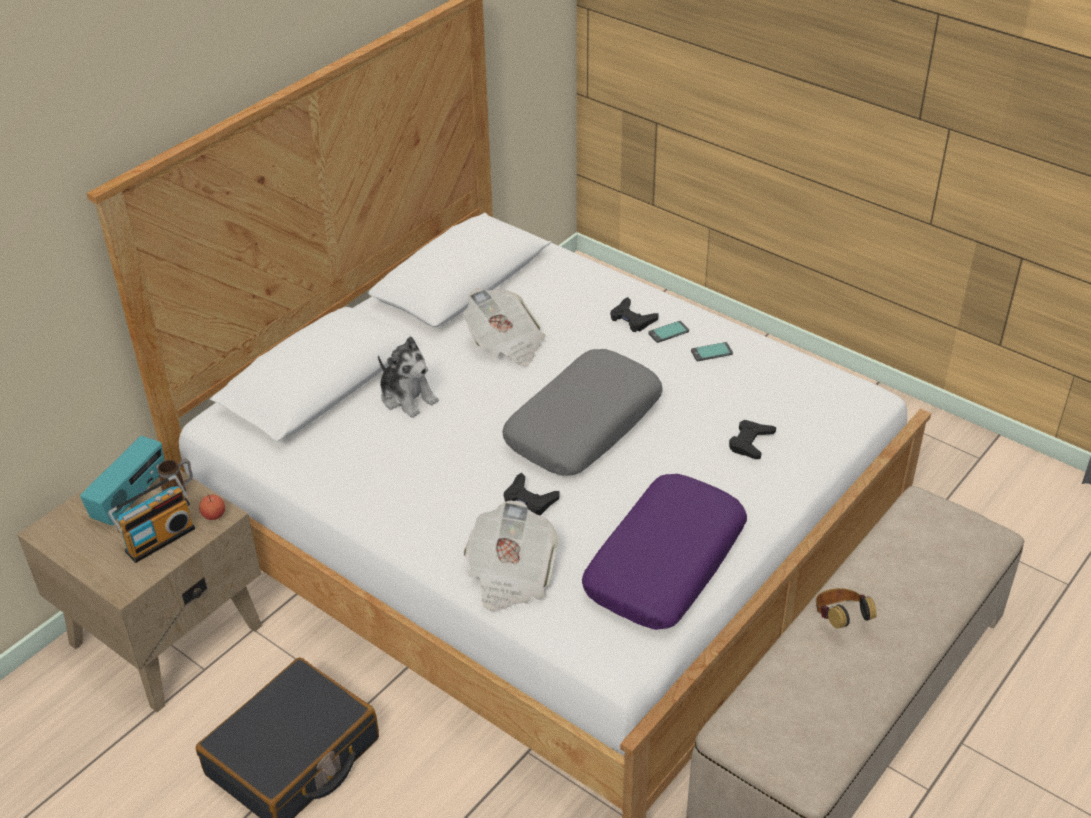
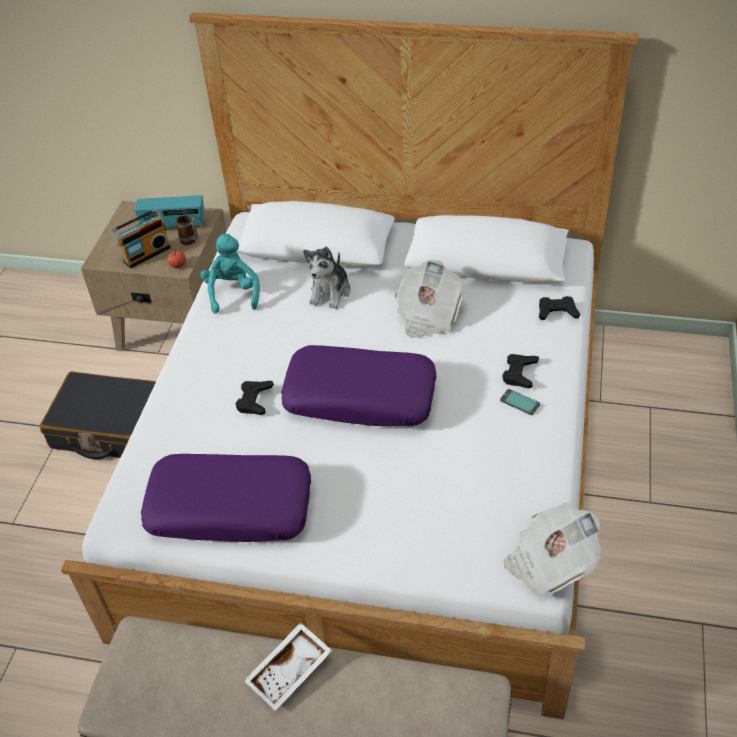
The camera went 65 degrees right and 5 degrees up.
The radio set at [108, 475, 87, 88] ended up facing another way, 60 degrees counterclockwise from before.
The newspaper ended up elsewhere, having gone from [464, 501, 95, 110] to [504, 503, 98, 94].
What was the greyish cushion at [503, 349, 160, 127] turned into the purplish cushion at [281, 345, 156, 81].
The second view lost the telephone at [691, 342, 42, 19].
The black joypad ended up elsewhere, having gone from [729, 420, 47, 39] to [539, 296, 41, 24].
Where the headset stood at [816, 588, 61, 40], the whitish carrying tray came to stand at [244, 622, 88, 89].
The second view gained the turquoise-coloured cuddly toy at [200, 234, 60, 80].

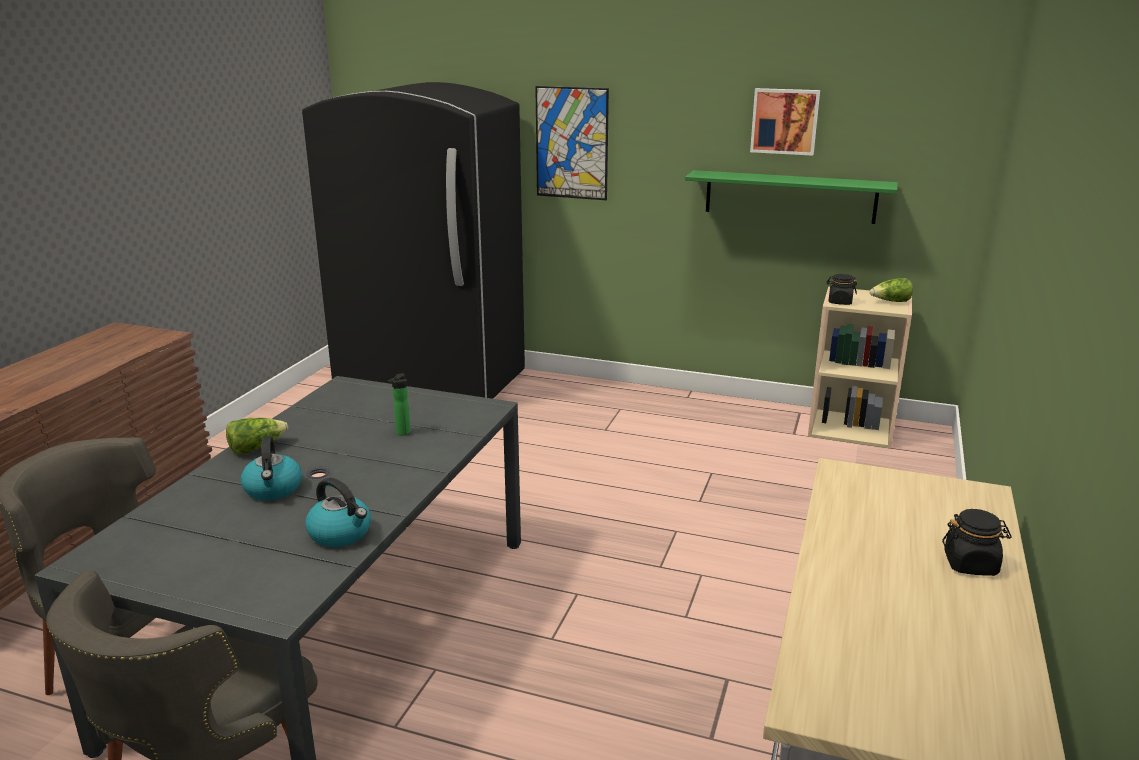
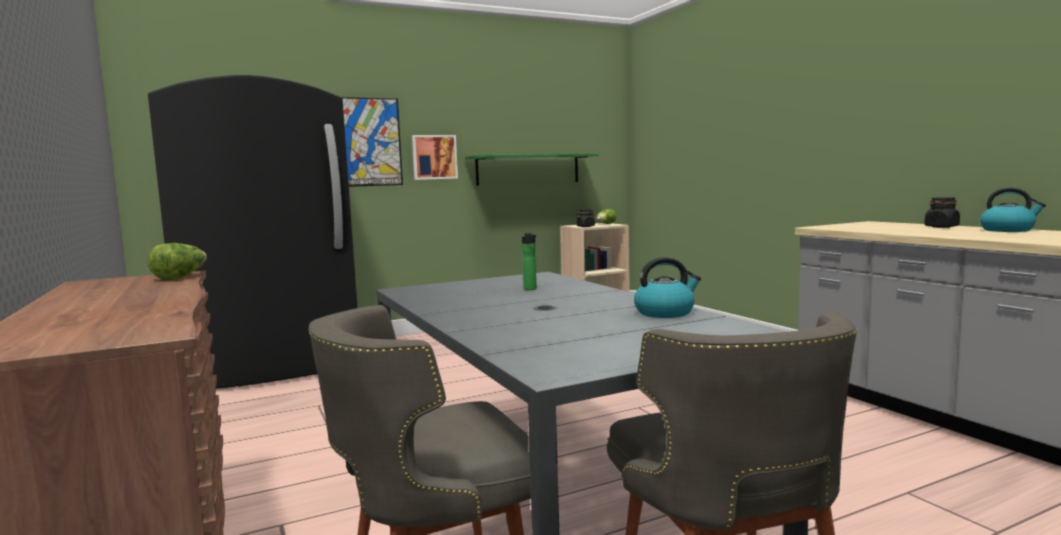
The camera went 45 degrees left and 15 degrees down.
The lettuce ended up elsewhere, having gone from [226, 418, 62, 36] to [147, 243, 60, 37].
The kettle ended up elsewhere, having gone from [241, 436, 61, 64] to [980, 187, 66, 45].
The wall art ended up elsewhere, having gone from [750, 88, 70, 68] to [412, 135, 46, 45].

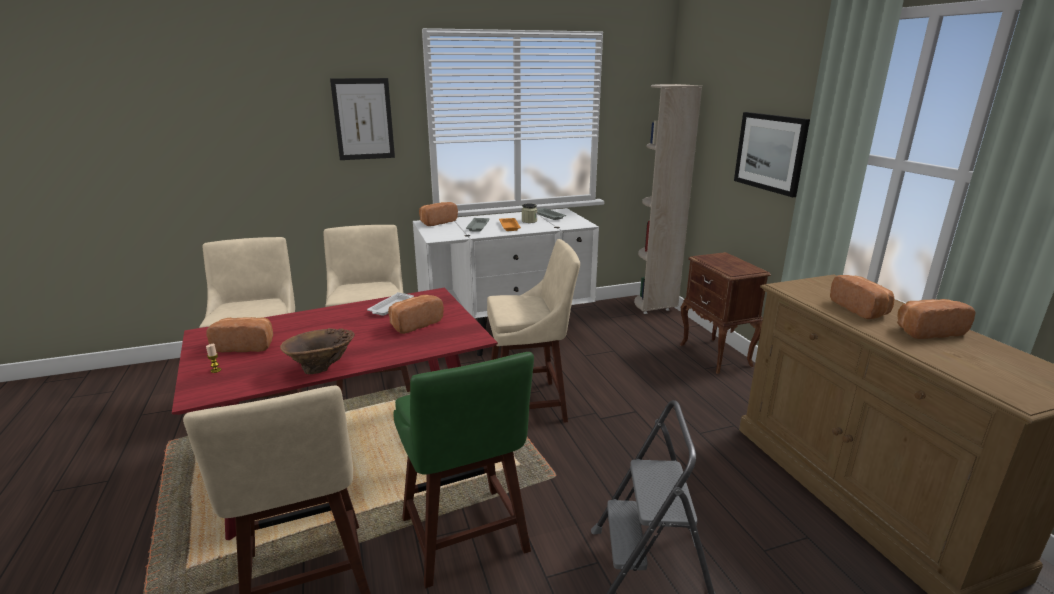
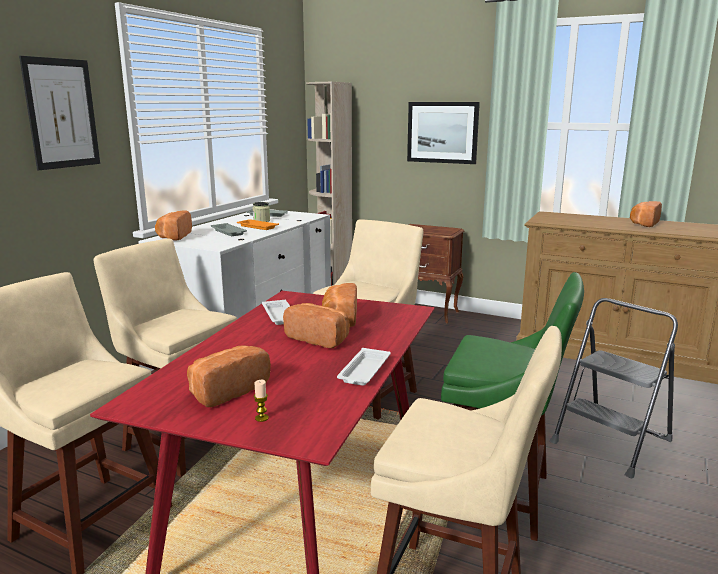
The camera went 45 degrees left and 5 degrees down.
Where the brown-coloured vase stood at [280, 328, 75, 46], the whitish carrying tray came to stand at [337, 348, 53, 38].
The bakery bread ended up elsewhere, having gone from [830, 275, 64, 44] to [283, 303, 67, 45].

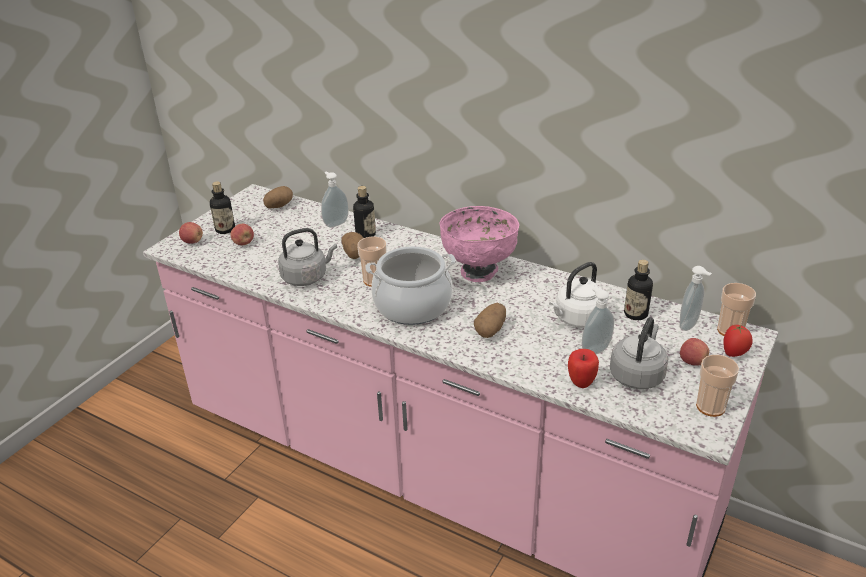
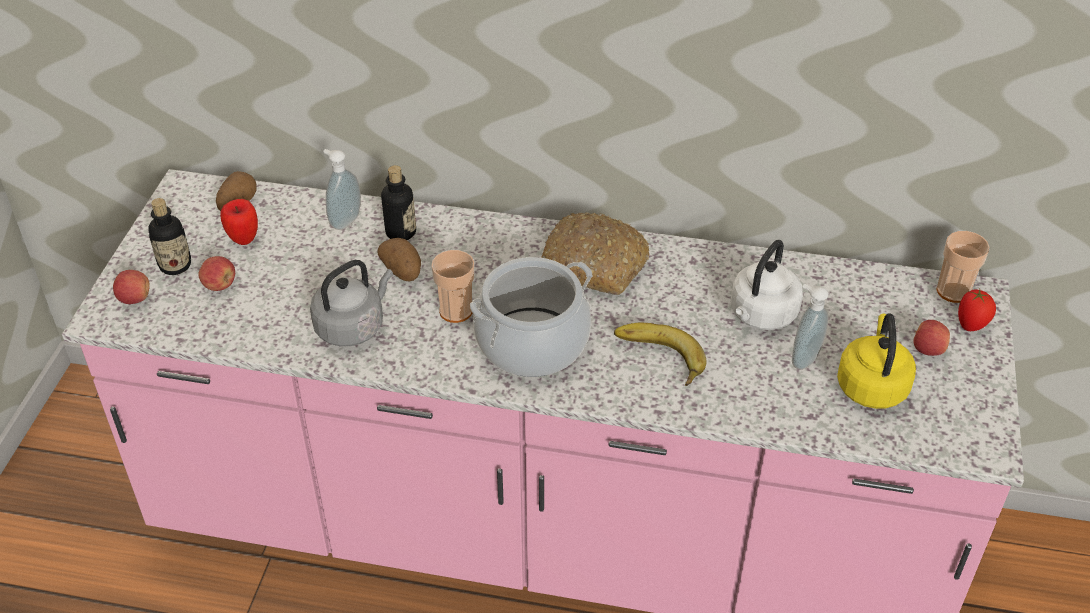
The camera went 20 degrees left and 10 degrees up.
Where the pink-coloured bowl stood at [439, 206, 80, 76], the bakery bread came to stand at [541, 212, 109, 83].
Where the potato stood at [474, 303, 32, 35], the banana fruit came to stand at [614, 323, 93, 63].
The apple fruit ended up elsewhere, having gone from [568, 349, 31, 39] to [220, 199, 38, 46].
What was the greyish kettle at [610, 317, 58, 72] turned into the yellowish kettle at [837, 313, 79, 96].
The second view lost the drink bottle at [624, 260, 29, 60].
The second view lost the soap dispenser at [680, 266, 32, 65].
The second view lost the cup at [696, 355, 43, 62].

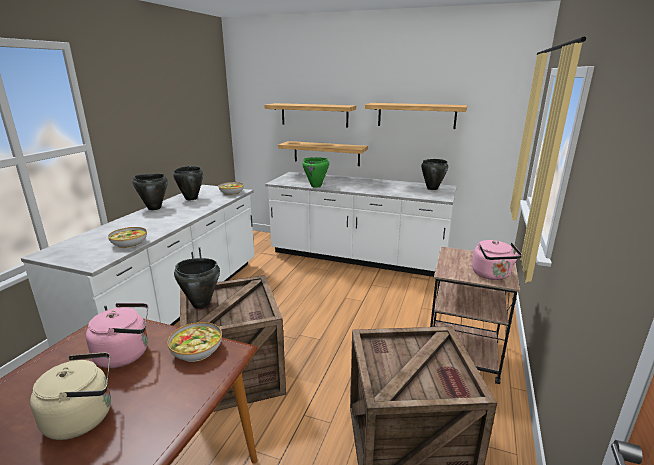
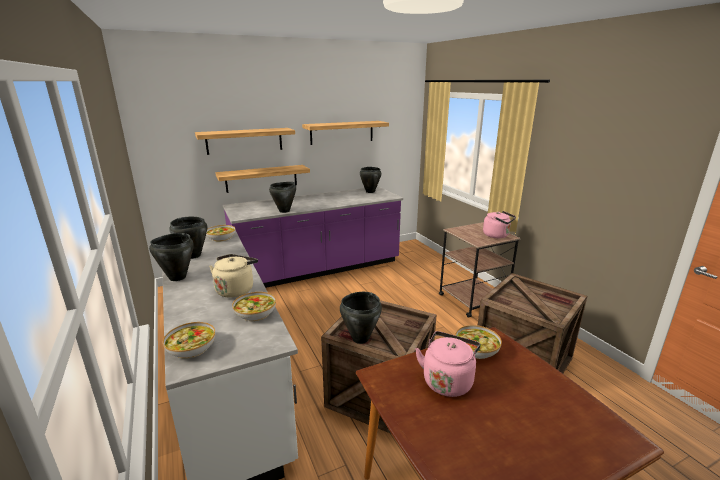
The camera went 45 degrees left and 0 degrees up.
The beige kettle ended up elsewhere, having gone from [30, 352, 81, 88] to [209, 254, 49, 44].
What was the whitish kitchen counter at [265, 172, 192, 105] turned into the purplish kitchen counter at [223, 186, 180, 102].
What was the green-coloured cooking pot at [302, 157, 27, 31] turned into the black cooking pot at [269, 182, 27, 31].
The second view gained the bowl at [163, 322, 52, 37].

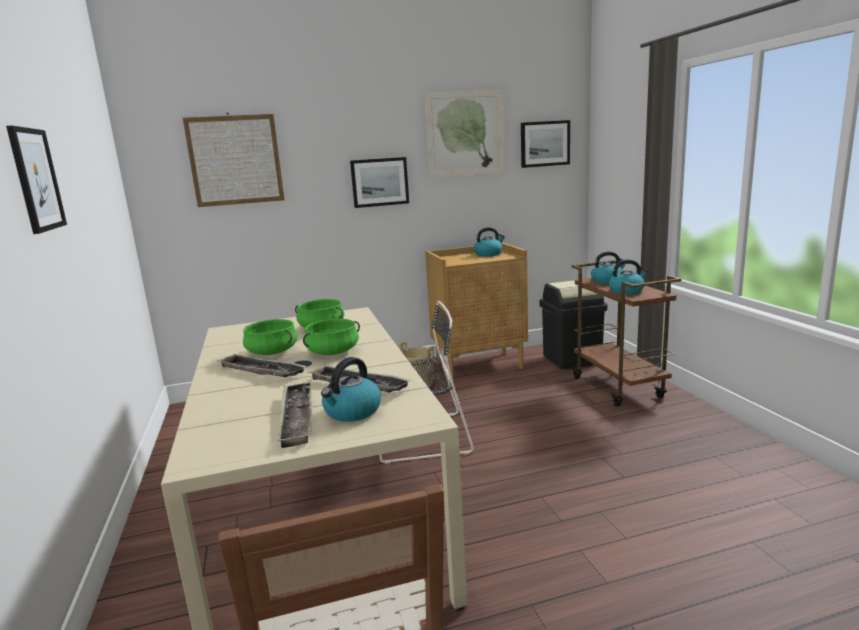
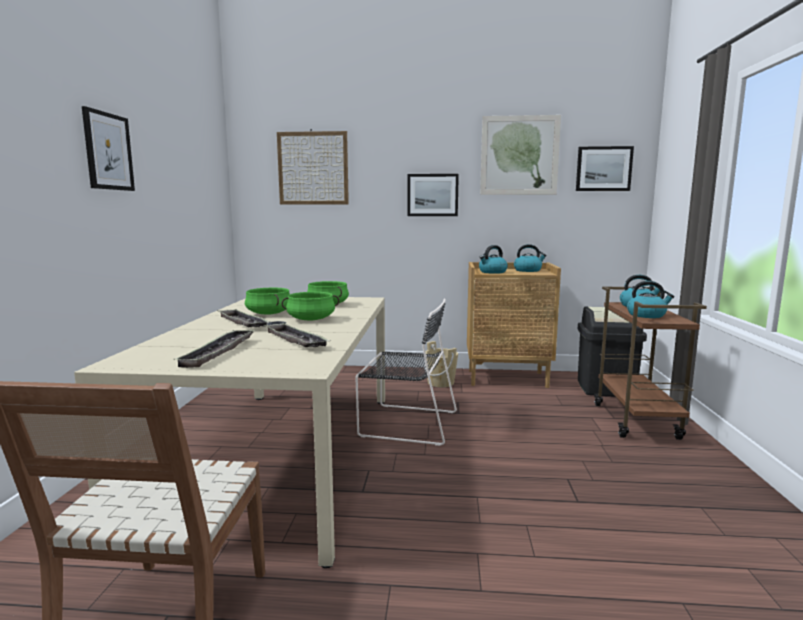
The camera went 20 degrees right and 5 degrees down.
The kettle ended up elsewhere, having gone from [321, 357, 60, 65] to [479, 245, 29, 29].

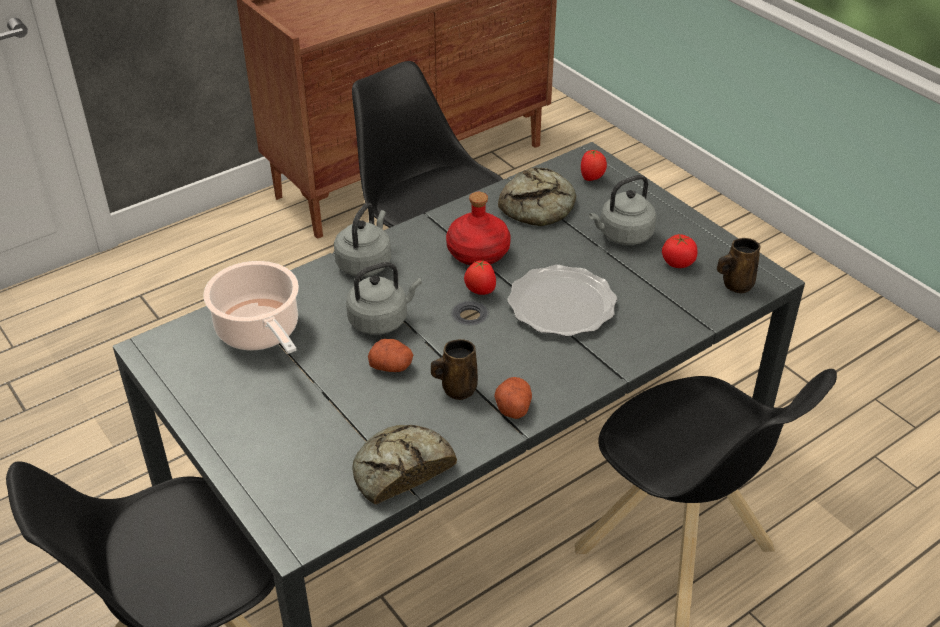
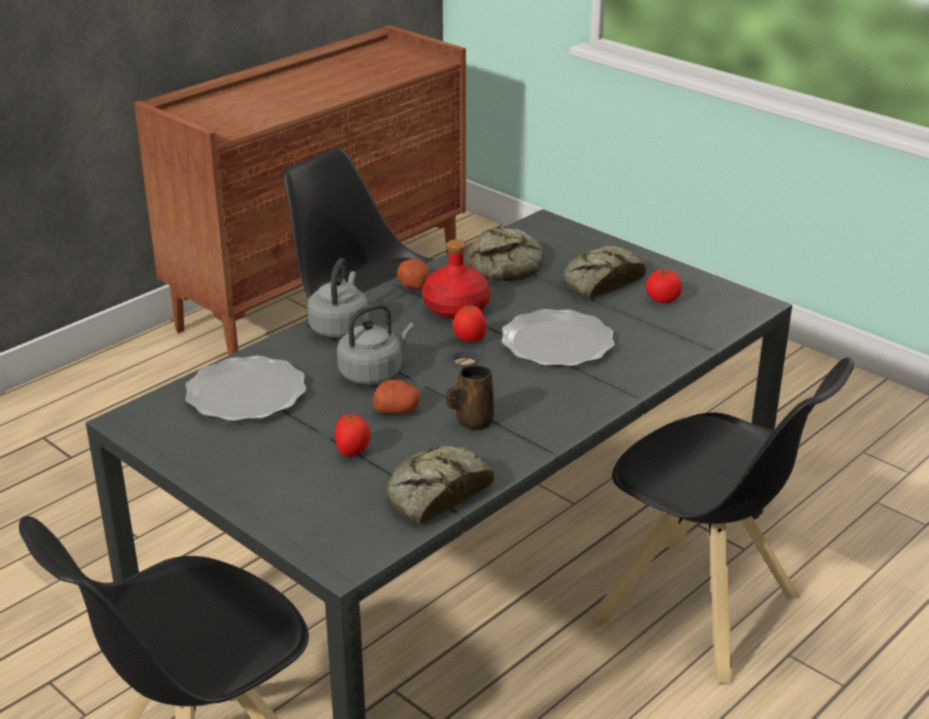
The camera went 10 degrees left and 10 degrees down.
Where the cooking pot stood at [203, 261, 96, 93], the plate came to stand at [185, 356, 121, 65].
The potato ended up elsewhere, having gone from [494, 377, 38, 42] to [397, 258, 33, 32].
The fresh tomato ended up elsewhere, having gone from [581, 150, 26, 31] to [335, 413, 36, 44].
Where the greyish kettle stood at [589, 175, 67, 70], the bakery bread came to stand at [563, 245, 83, 54].
The second view lost the brown-coloured coffee mug at [717, 238, 43, 55].

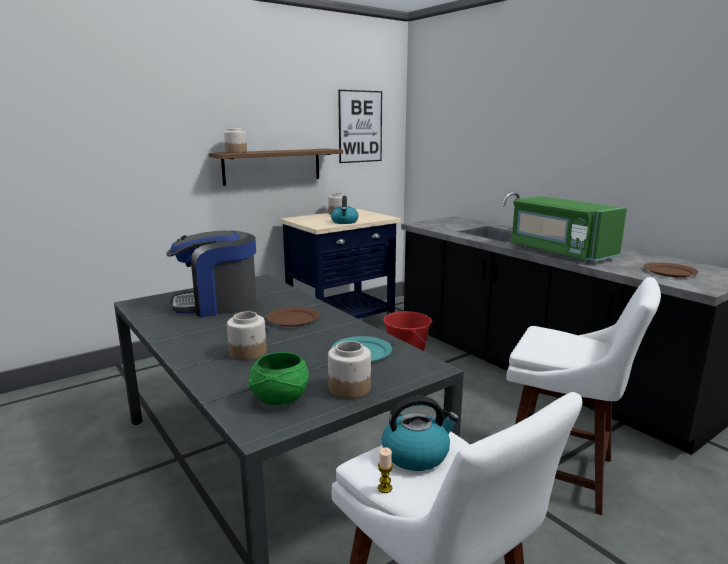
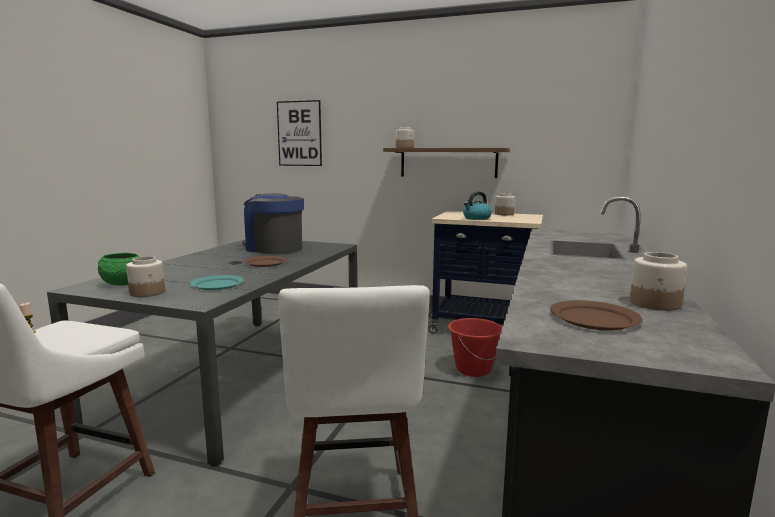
The camera went 55 degrees right and 5 degrees down.
The preserve jar ended up elsewhere, having gone from [227, 311, 40, 49] to [630, 252, 57, 59].
The wall art ended up elsewhere, having gone from [338, 90, 44, 73] to [277, 100, 45, 66].
The second view lost the kettle at [382, 396, 77, 75].
The second view lost the green-coloured microwave at [510, 196, 117, 67].

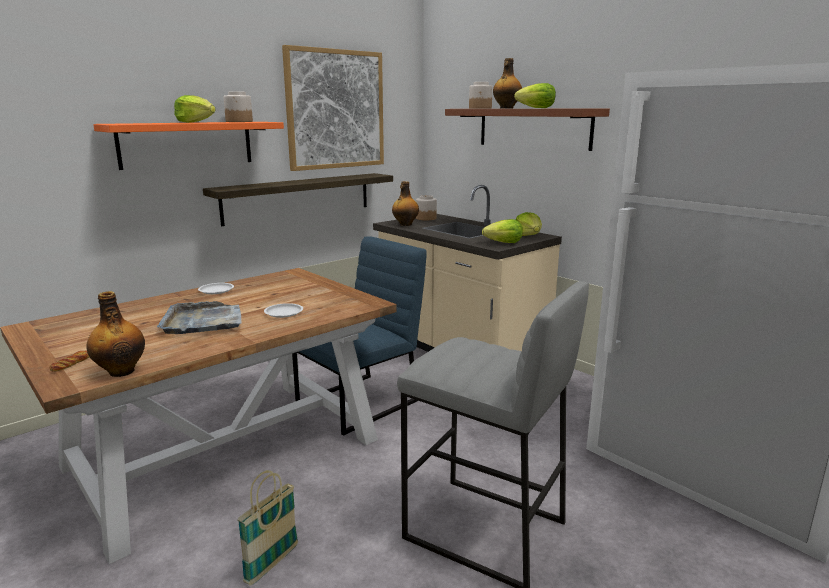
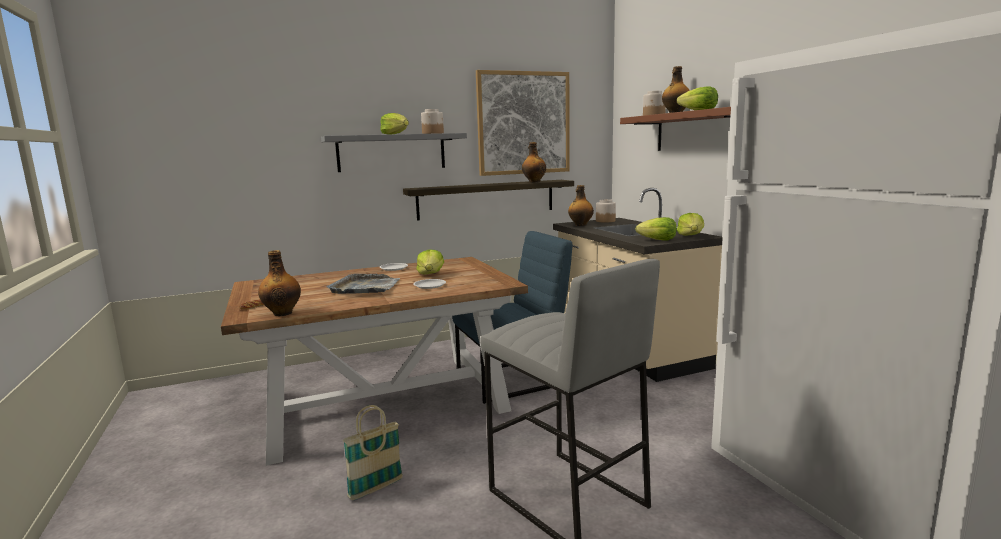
The camera went 20 degrees right and 5 degrees down.
What was the orange shelf at [93, 122, 191, 48] turned into the greyish shelf at [321, 133, 146, 39].
The second view gained the lettuce at [416, 249, 28, 26].
The second view gained the drink bottle at [522, 142, 24, 40].

